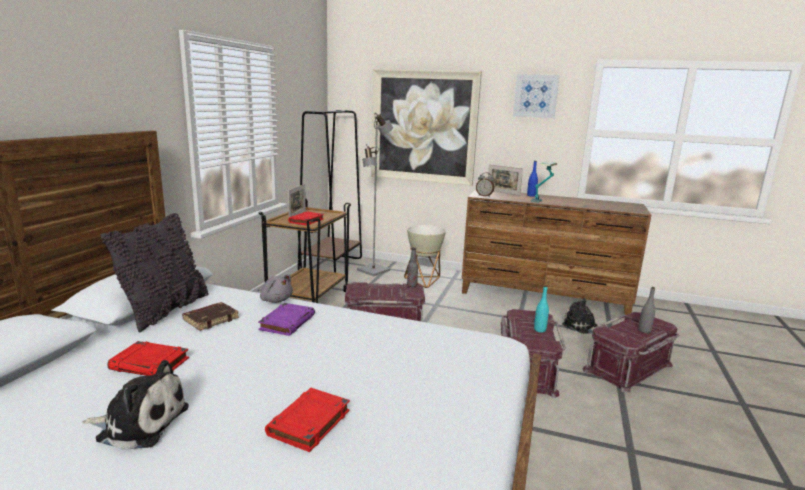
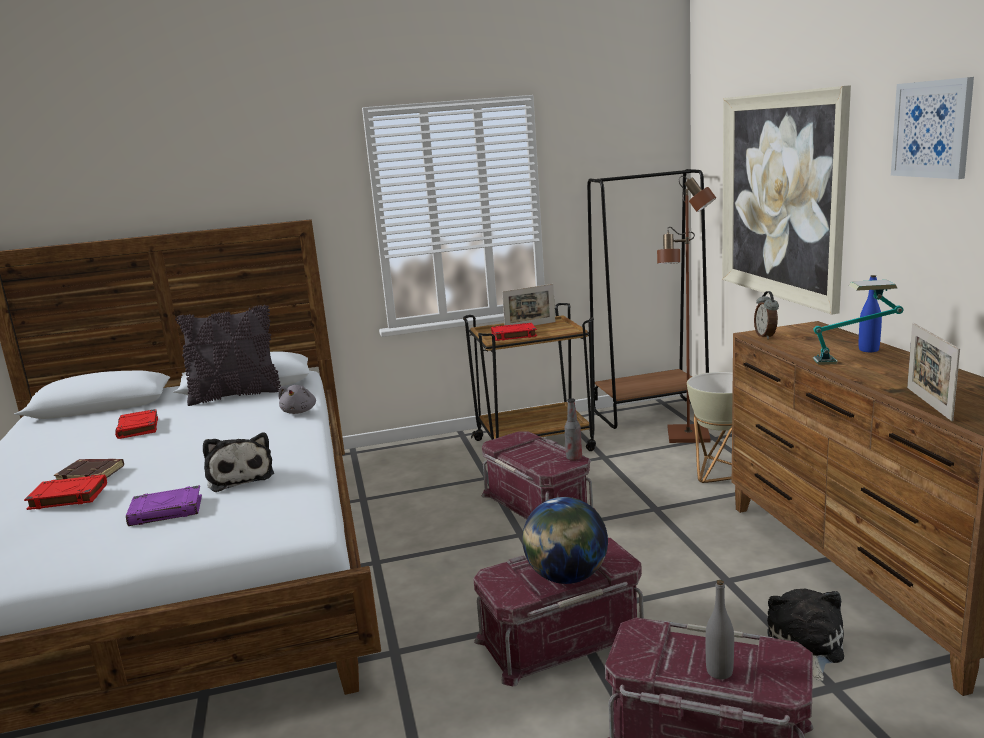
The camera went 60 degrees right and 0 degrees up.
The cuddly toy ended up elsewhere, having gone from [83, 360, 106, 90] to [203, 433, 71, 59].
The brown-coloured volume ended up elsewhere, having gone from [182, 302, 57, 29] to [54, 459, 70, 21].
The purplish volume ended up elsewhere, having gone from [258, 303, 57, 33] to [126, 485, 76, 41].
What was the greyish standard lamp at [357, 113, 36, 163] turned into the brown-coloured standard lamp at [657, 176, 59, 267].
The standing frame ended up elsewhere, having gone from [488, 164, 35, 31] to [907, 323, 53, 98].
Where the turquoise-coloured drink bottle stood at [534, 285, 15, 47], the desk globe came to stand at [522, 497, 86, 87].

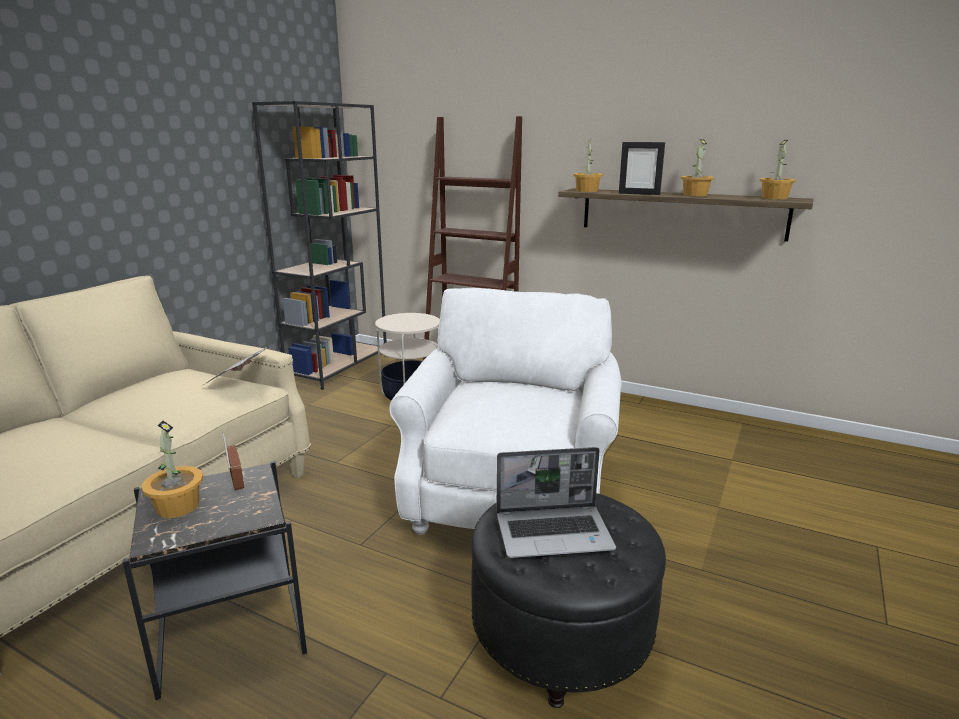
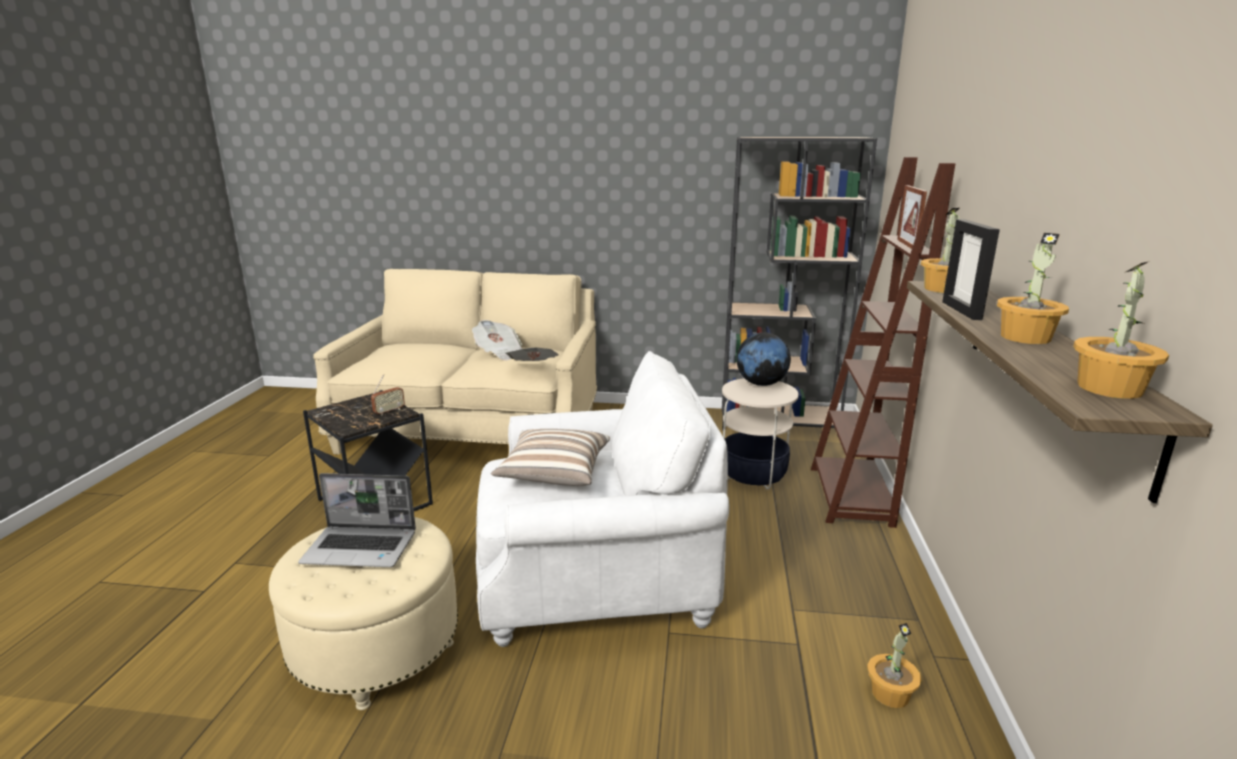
The camera went 70 degrees right and 0 degrees up.
The houseplant ended up elsewhere, having gone from [141, 421, 63, 97] to [867, 623, 55, 85].
What was the black ottoman at [471, 493, 195, 215] turned into the beige ottoman at [269, 517, 189, 193].
The laptop at [496, 447, 120, 111] ended up facing another way, 60 degrees counterclockwise from before.
The second view gained the newspaper at [472, 320, 51, 41].
The second view gained the cushion at [491, 429, 119, 57].
The second view gained the desk globe at [736, 332, 55, 54].
The second view gained the standing frame at [897, 185, 30, 64].

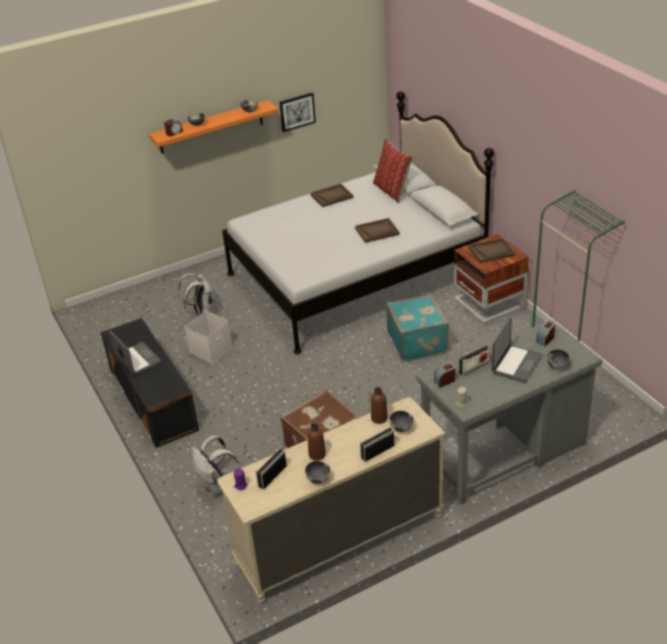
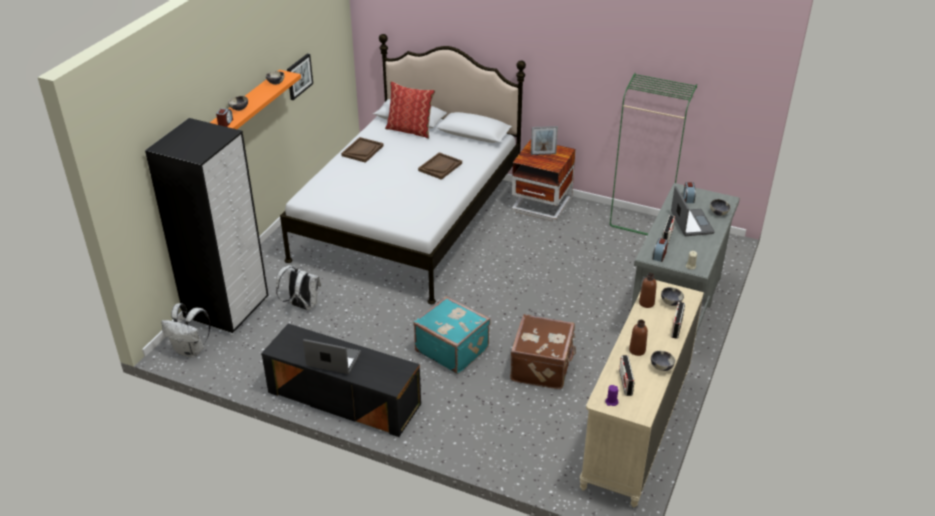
The camera went 40 degrees left and 0 degrees up.
The second view lost the whitish storage container at [184, 311, 49, 52].
The whitish knapsack ended up elsewhere, having gone from [191, 435, 49, 61] to [161, 303, 49, 55].
The turquoise-coloured travel case ended up elsewhere, having gone from [386, 294, 63, 67] to [414, 296, 77, 78].
Where the brown-coloured carrying tray stood at [469, 238, 46, 25], the standing frame came to stand at [531, 126, 27, 29].
The second view gained the clothes cupboard at [145, 118, 124, 218].

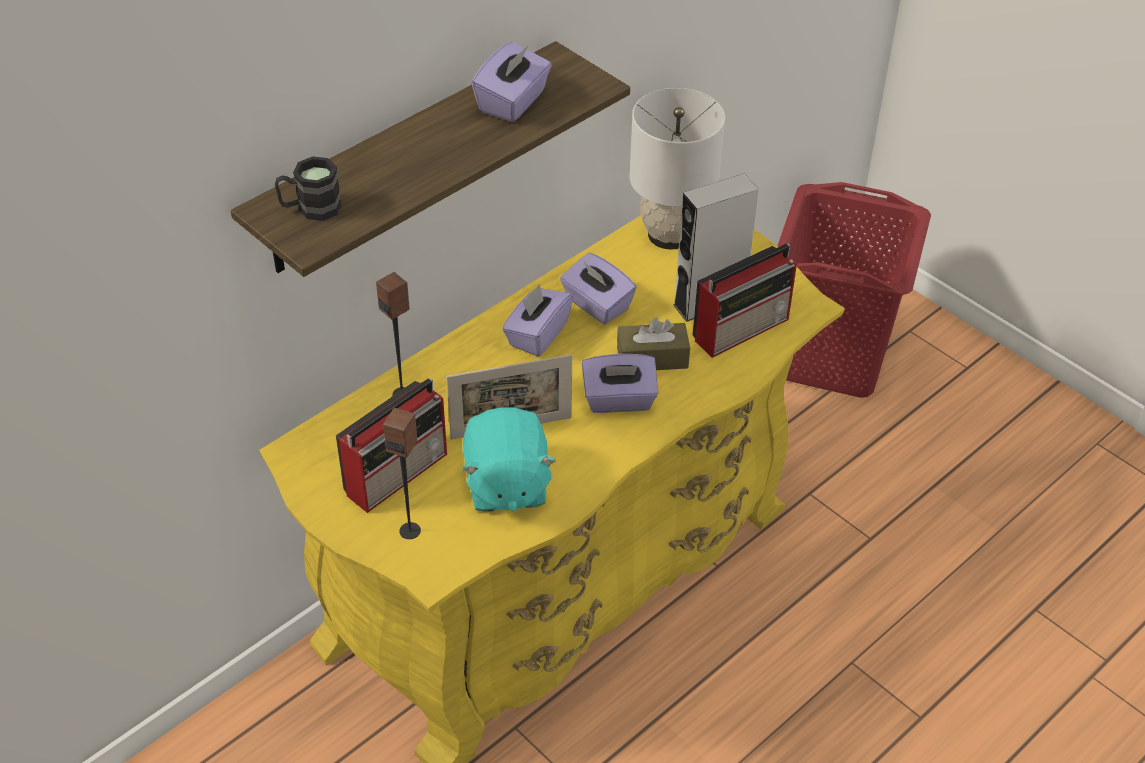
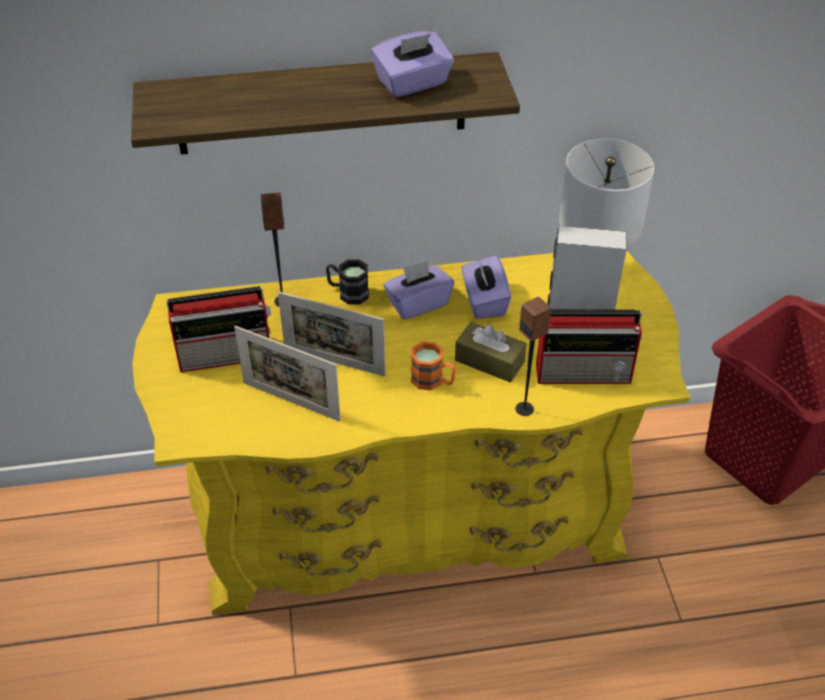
The camera went 35 degrees right and 0 degrees up.
The black coffee mug ended up elsewhere, having gone from [275, 156, 67, 65] to [326, 259, 43, 46].
The loudspeaker ended up elsewhere, having gone from [383, 408, 38, 131] to [515, 297, 37, 119].
Where the turquoise-coloured cuddly toy stood at [462, 407, 94, 105], the standing frame came to stand at [234, 326, 107, 96].
Where the purplish tissue box stood at [582, 354, 76, 59], the orange coffee mug came to stand at [411, 341, 45, 49].

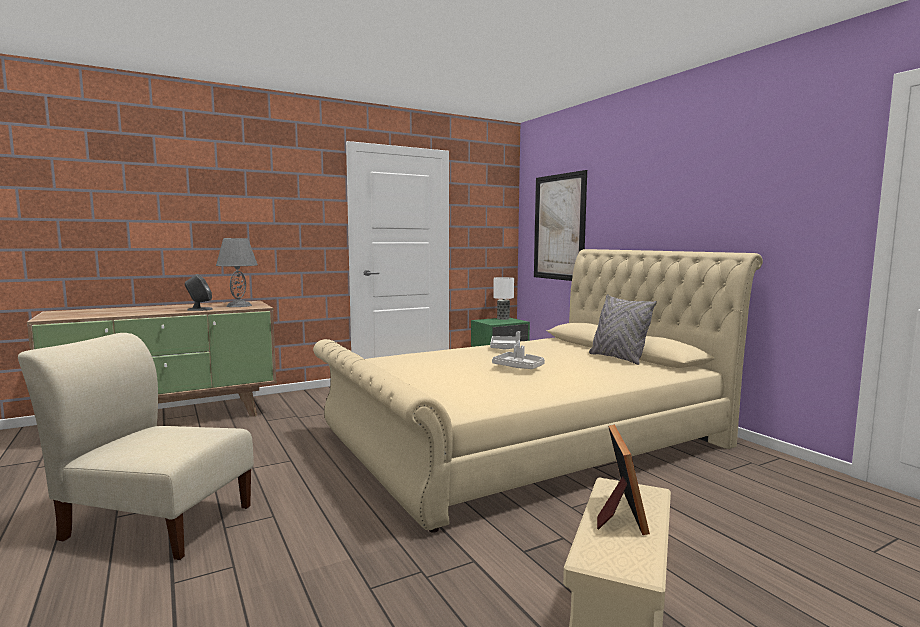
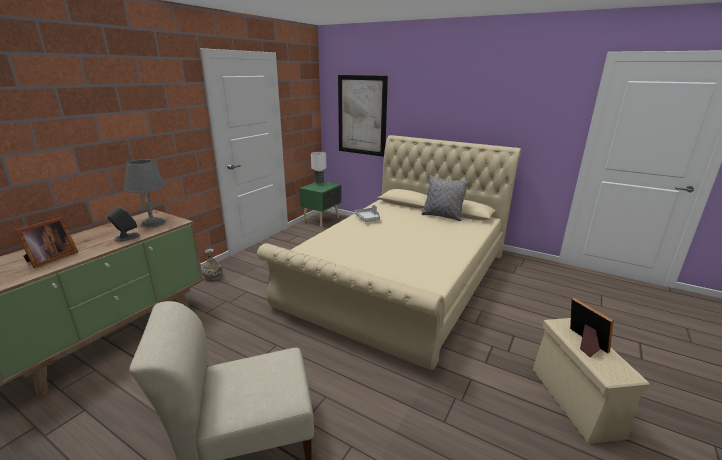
The camera went 30 degrees left and 15 degrees up.
The second view lost the greyish carrying tray at [492, 345, 53, 24].
The second view gained the standing frame at [15, 217, 63, 51].
The second view gained the vase at [202, 249, 21, 31].

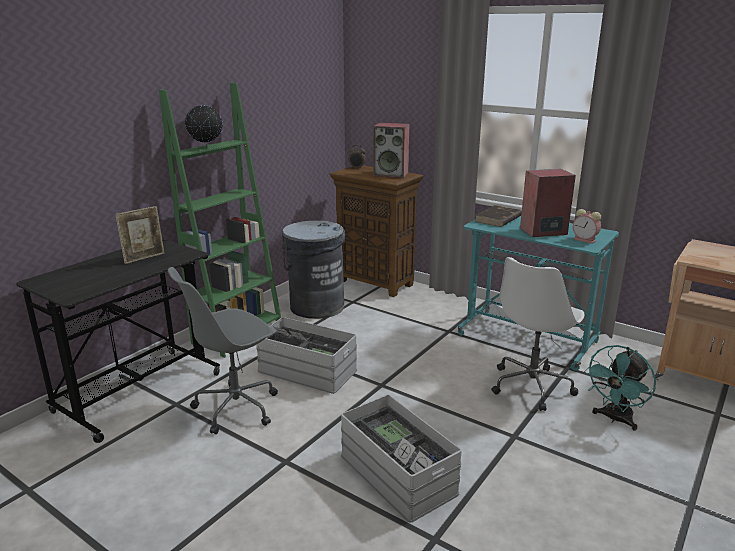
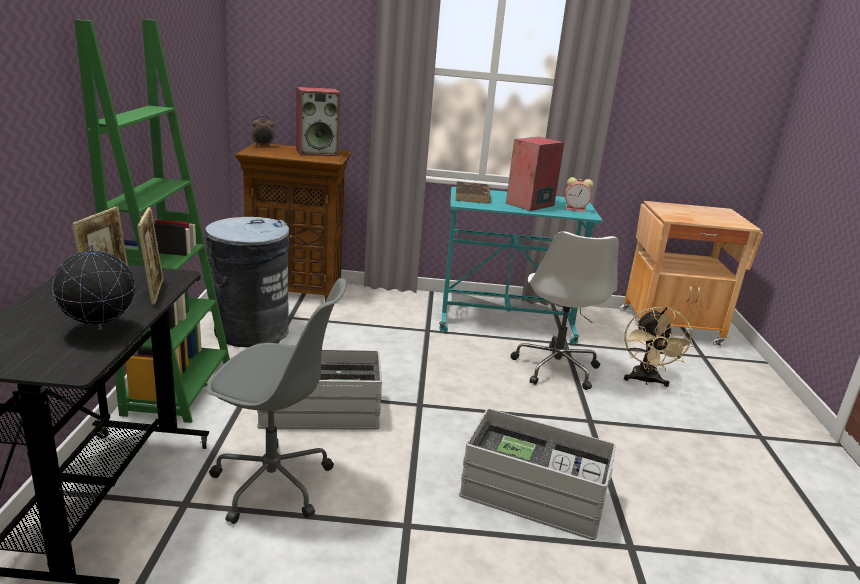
The camera went 35 degrees left and 0 degrees up.
The greyish computer chair at [168, 267, 110, 167] ended up facing another way, 105 degrees counterclockwise from before.
The desk globe ended up elsewhere, having gone from [185, 101, 38, 46] to [53, 243, 82, 87].
What was the turquoise-coloured cooling fan at [584, 345, 72, 85] turned into the beige cooling fan at [624, 307, 70, 80].
The second view gained the standing frame at [137, 207, 27, 98].

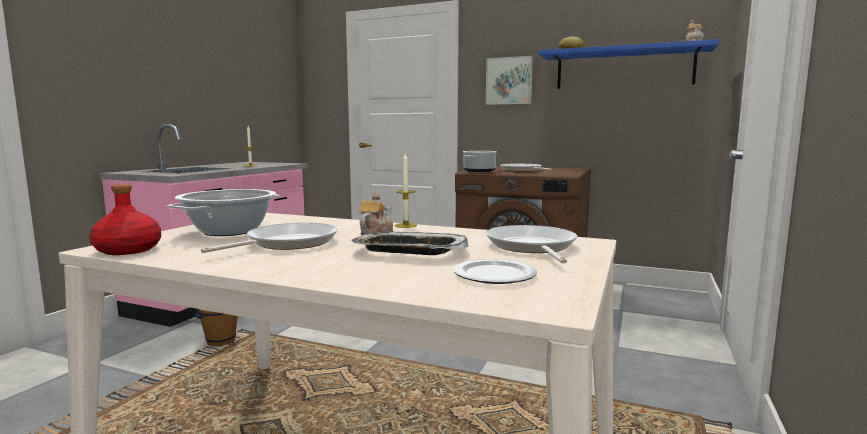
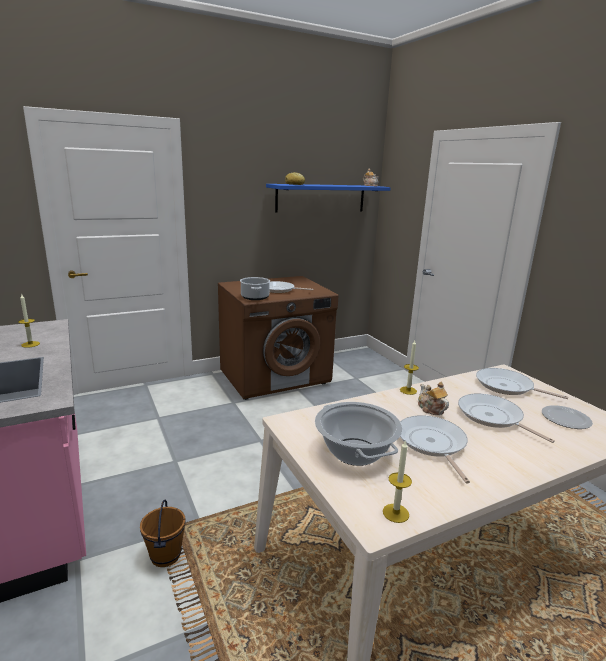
The camera went 50 degrees left and 10 degrees up.
Where the red-coloured drink bottle stood at [89, 184, 72, 71], the candle came to stand at [383, 441, 29, 82].
Where the carrying tray stood at [351, 232, 118, 23], the skillet came to stand at [458, 393, 97, 50].
The second view lost the wall art at [486, 56, 47, 49].

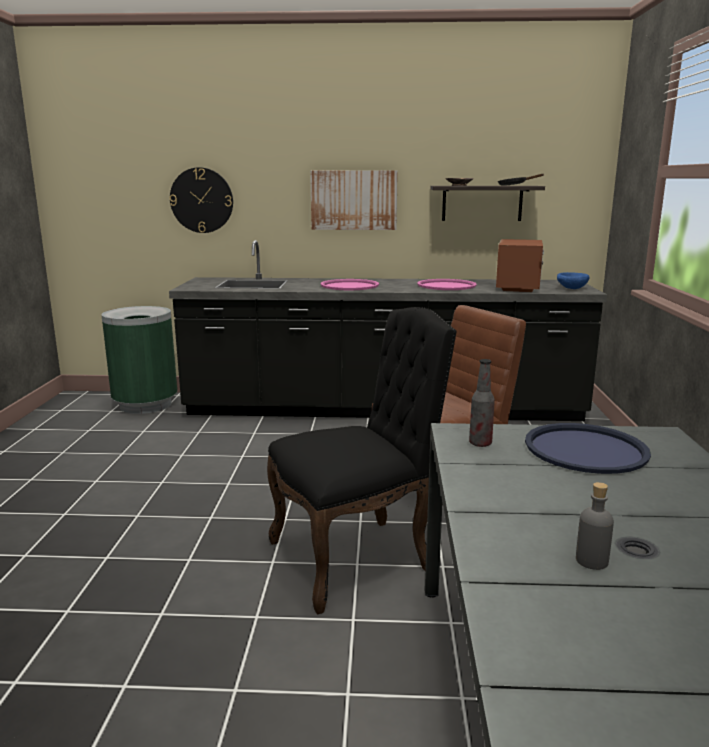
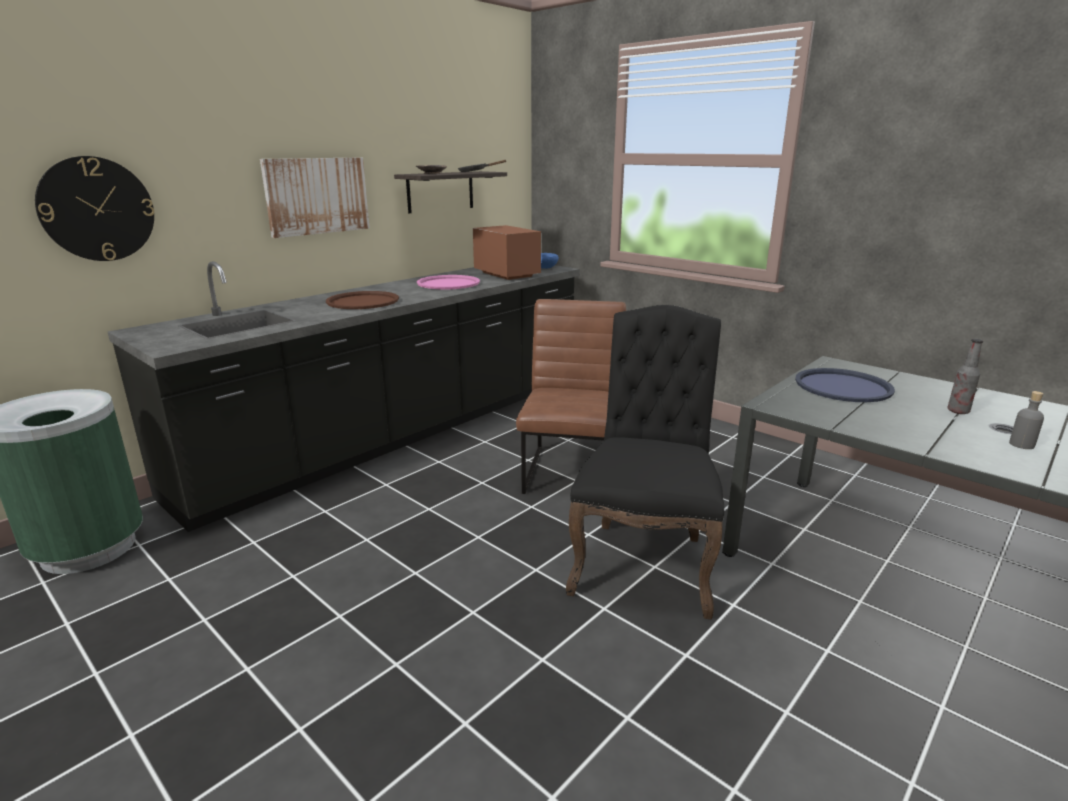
The camera went 50 degrees left and 5 degrees up.
What was the pink-coloured carrying tray at [320, 279, 59, 11] turned into the brown-coloured carrying tray at [326, 291, 73, 18].
The drink bottle ended up elsewhere, having gone from [469, 359, 26, 88] to [947, 339, 36, 75].

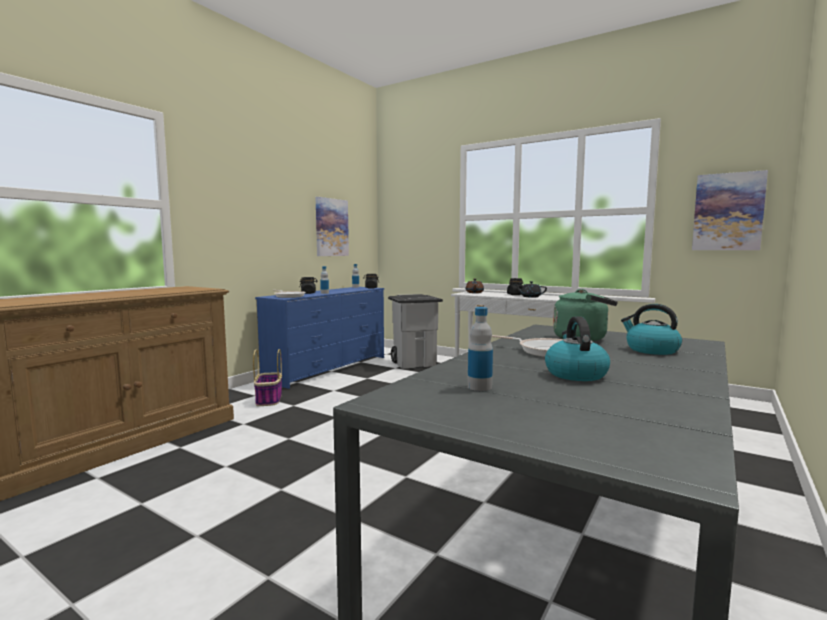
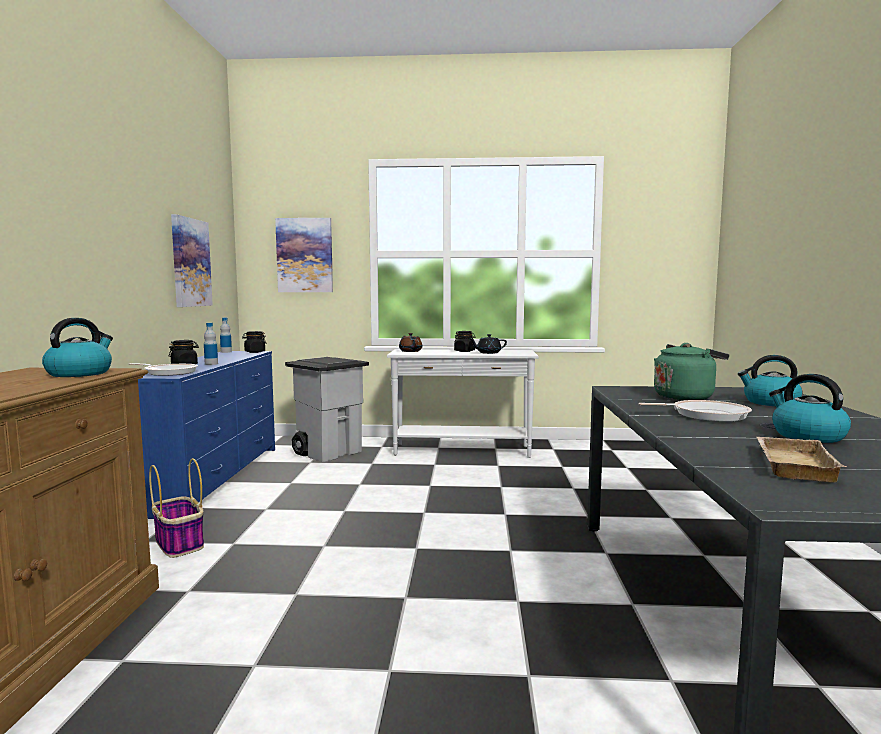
The camera went 30 degrees left and 0 degrees up.
Where the drink bottle stood at [468, 307, 25, 84], the beige carrying tray came to stand at [756, 437, 91, 46].
The wall art ended up elsewhere, having gone from [692, 170, 76, 80] to [275, 218, 58, 74].
The second view gained the kettle at [42, 318, 71, 59].

